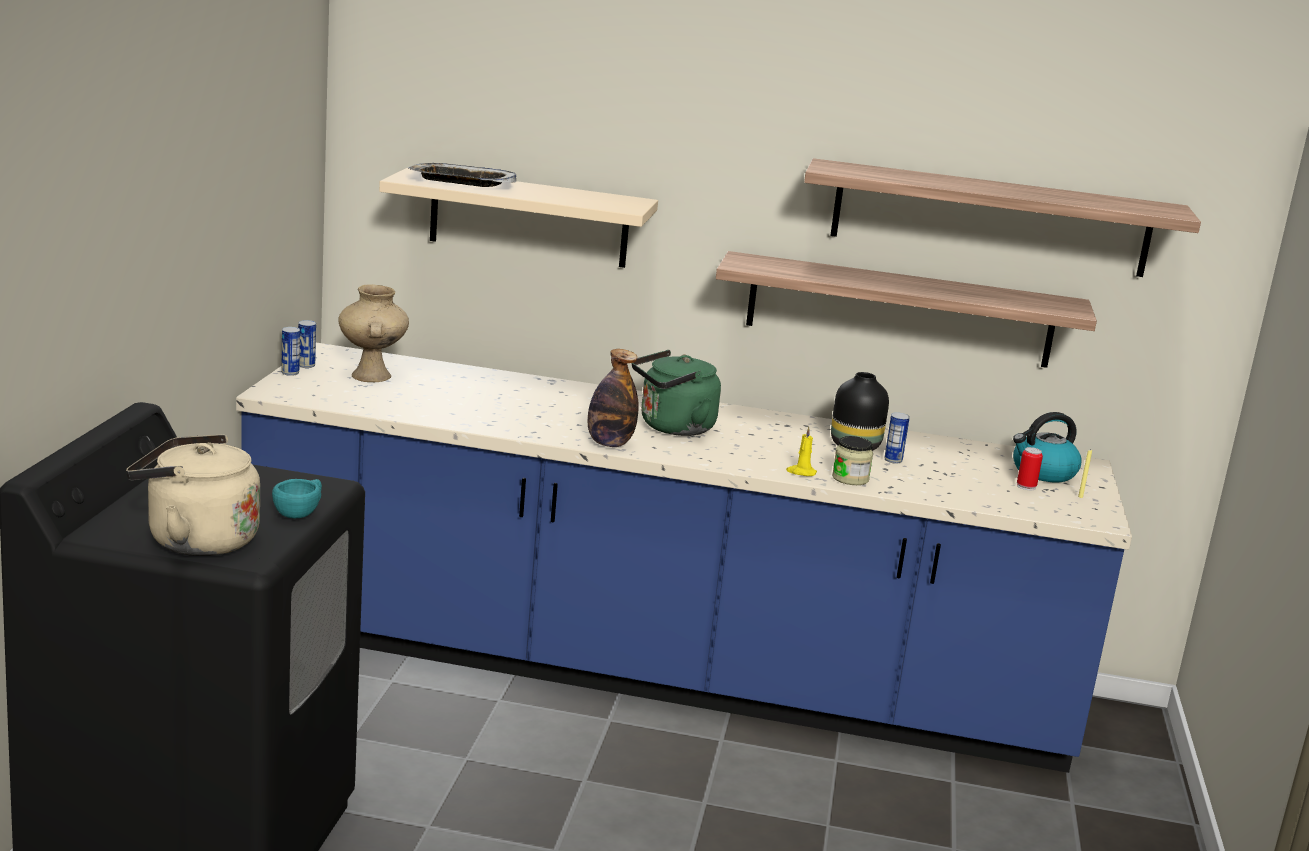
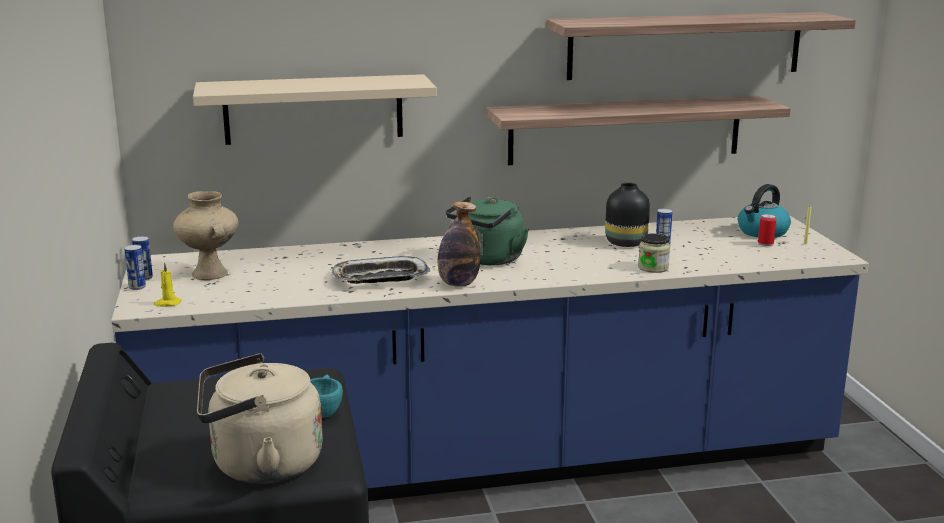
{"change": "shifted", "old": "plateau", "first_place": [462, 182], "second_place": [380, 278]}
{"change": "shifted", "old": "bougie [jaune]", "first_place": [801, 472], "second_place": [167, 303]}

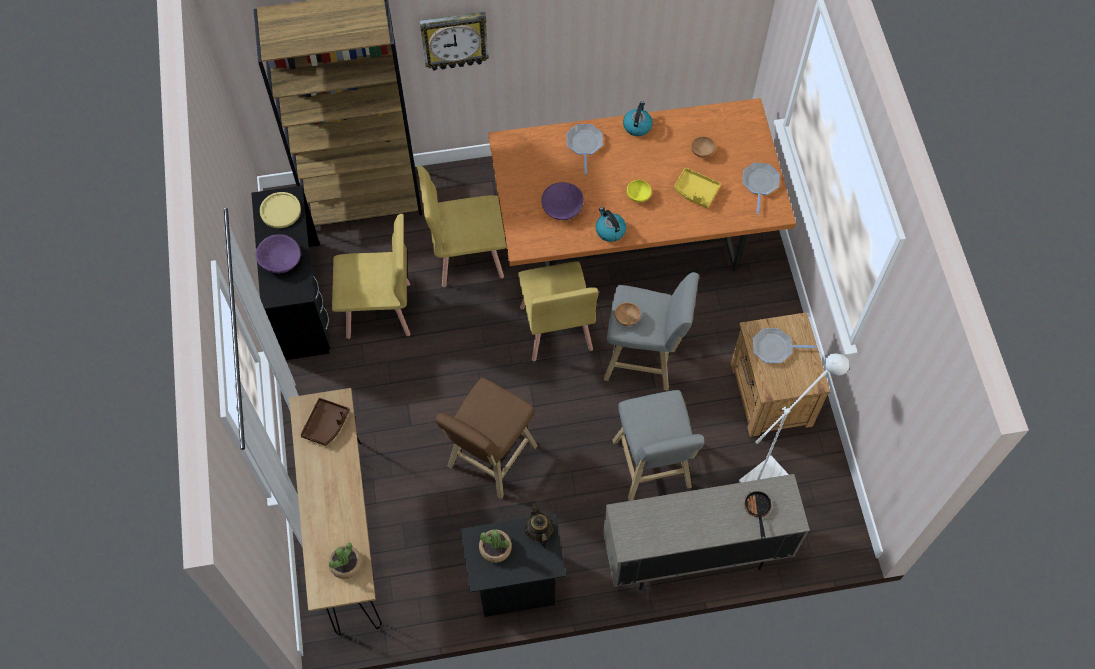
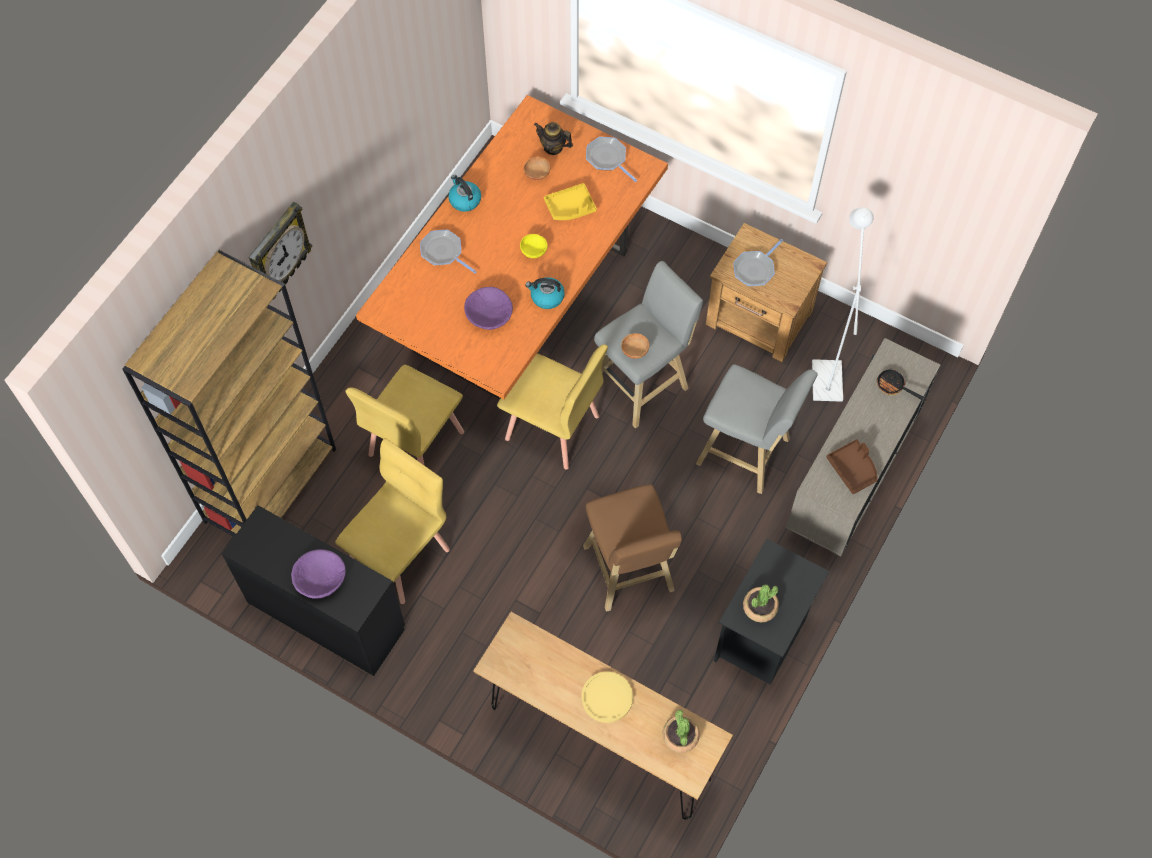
{"change": "shifted", "old": "assiette [jaune]", "first_place": [280, 211], "second_place": [607, 697]}
{"change": "shifted", "old": "plateau [marron]", "first_place": [326, 424], "second_place": [853, 469]}
{"change": "shifted", "old": "théière", "first_place": [539, 532], "second_place": [553, 147]}

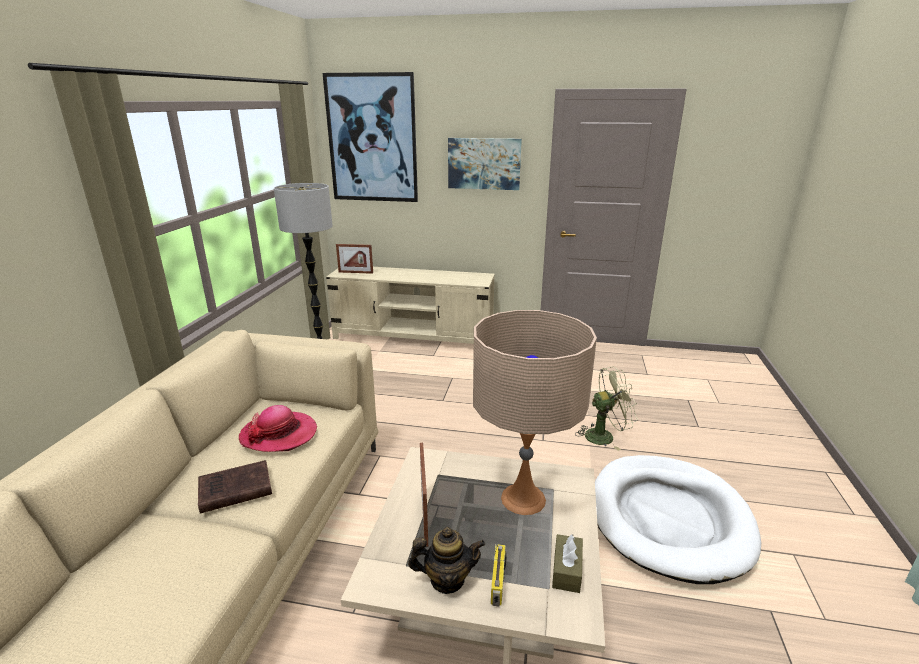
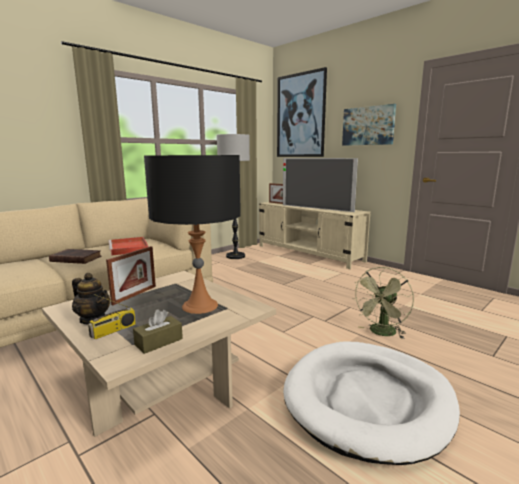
{"change": "repainted", "old": "lampe de table [beige]", "new": "lampe de table [noir]", "first_place": [523, 499], "second_place": [200, 306]}
{"change": "rotated", "old": "ventilateur [vert]", "first_place": [604, 436], "second_place": [381, 333], "degrees": 105}
{"change": "swapped", "old": "chapeau", "new": "plateau [rouge]", "first_place": [279, 434], "second_place": [129, 248]}
{"change": "new", "new": "téléviseur", "second_place": [316, 208]}

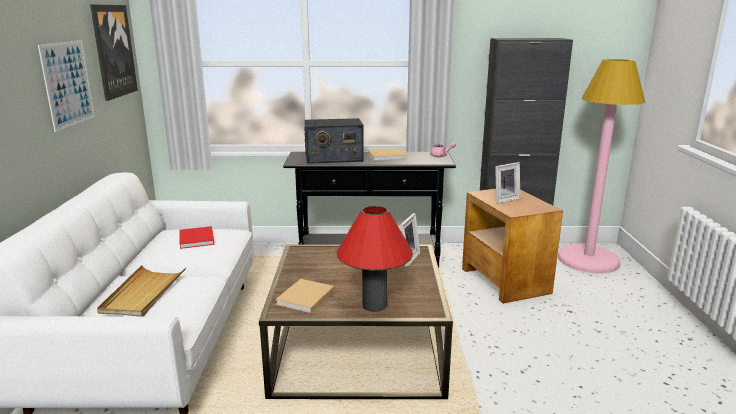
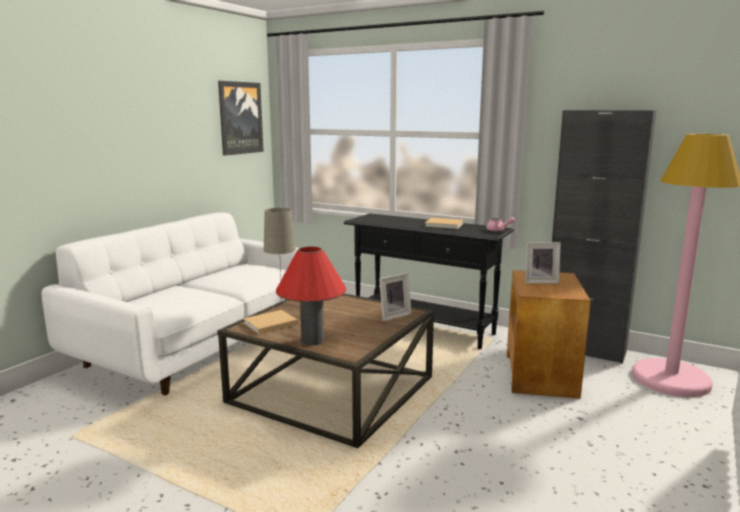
{"change": "gone", "old": "tableau", "first_place": [68, 84]}
{"change": "gone", "old": "radio", "first_place": [333, 158]}
{"change": "gone", "old": "livre [rouge]", "first_place": [196, 239]}
{"change": "gone", "old": "plateau [beige]", "first_place": [143, 293]}
{"change": "new", "new": "lampe de table [beige]", "second_place": [281, 304]}

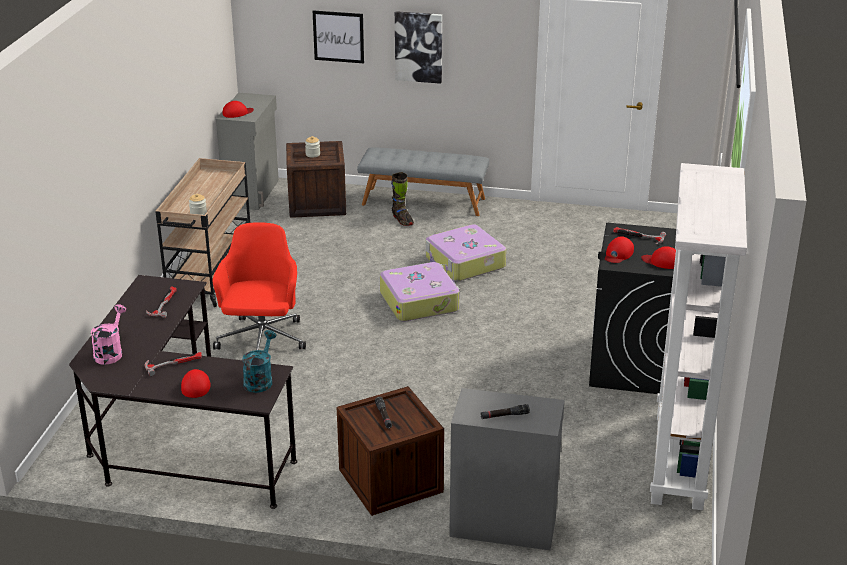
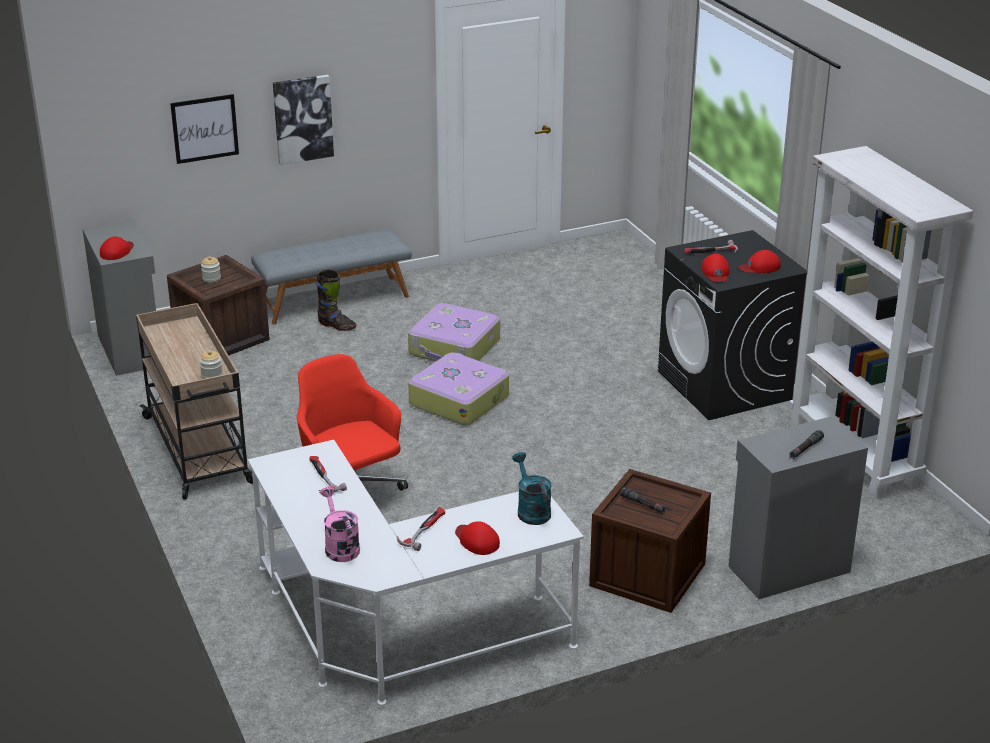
{"change": "repainted", "old": "bureau [noir]", "new": "bureau [blanc]", "first_place": [178, 441], "second_place": [396, 629]}

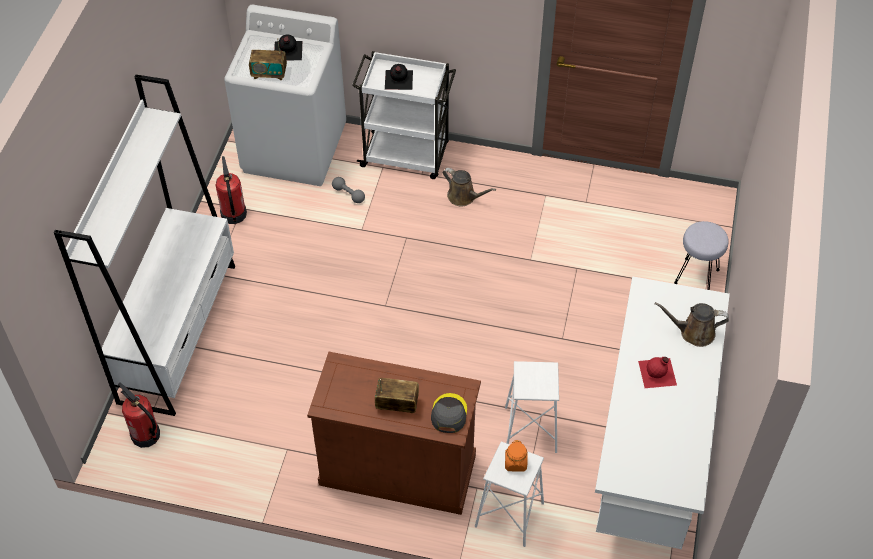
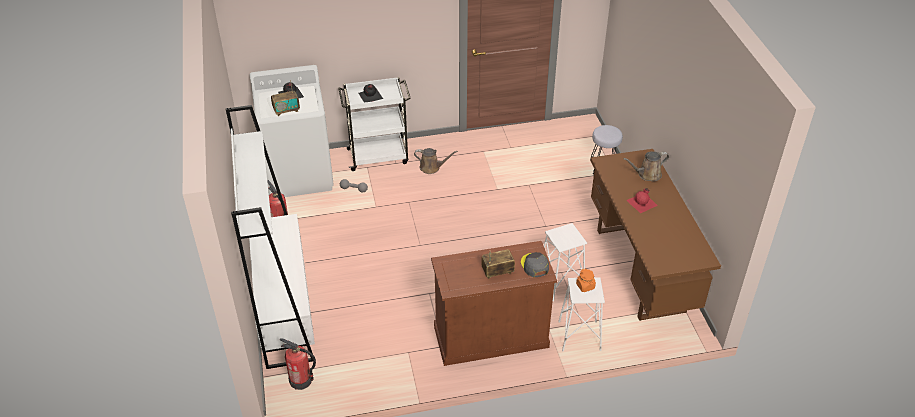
{"change": "repainted", "old": "bureau [blanc]", "new": "bureau [marron]", "first_place": [650, 453], "second_place": [640, 270]}

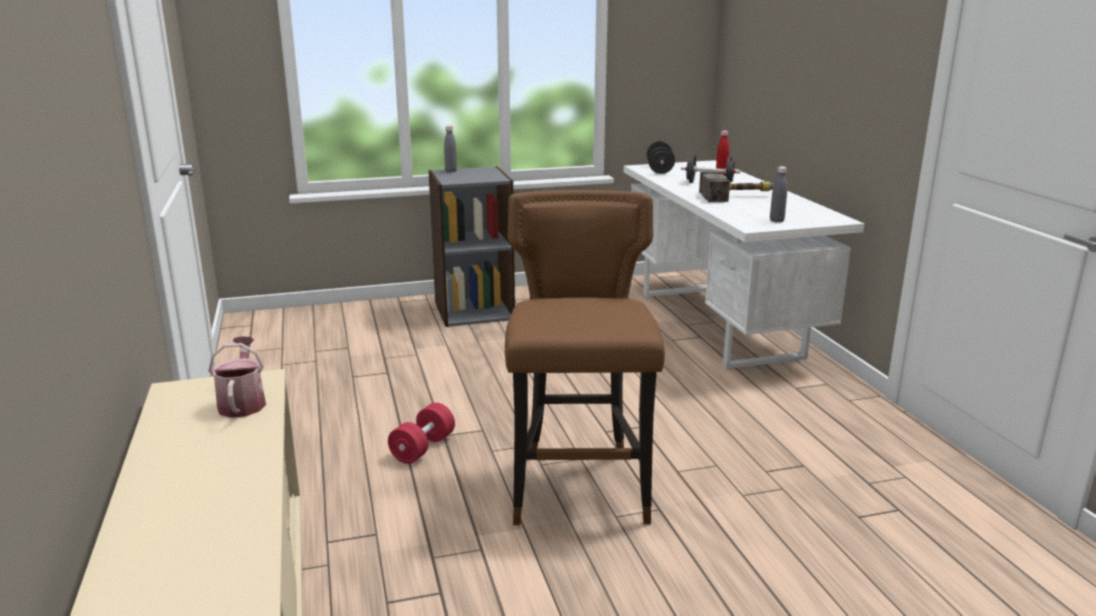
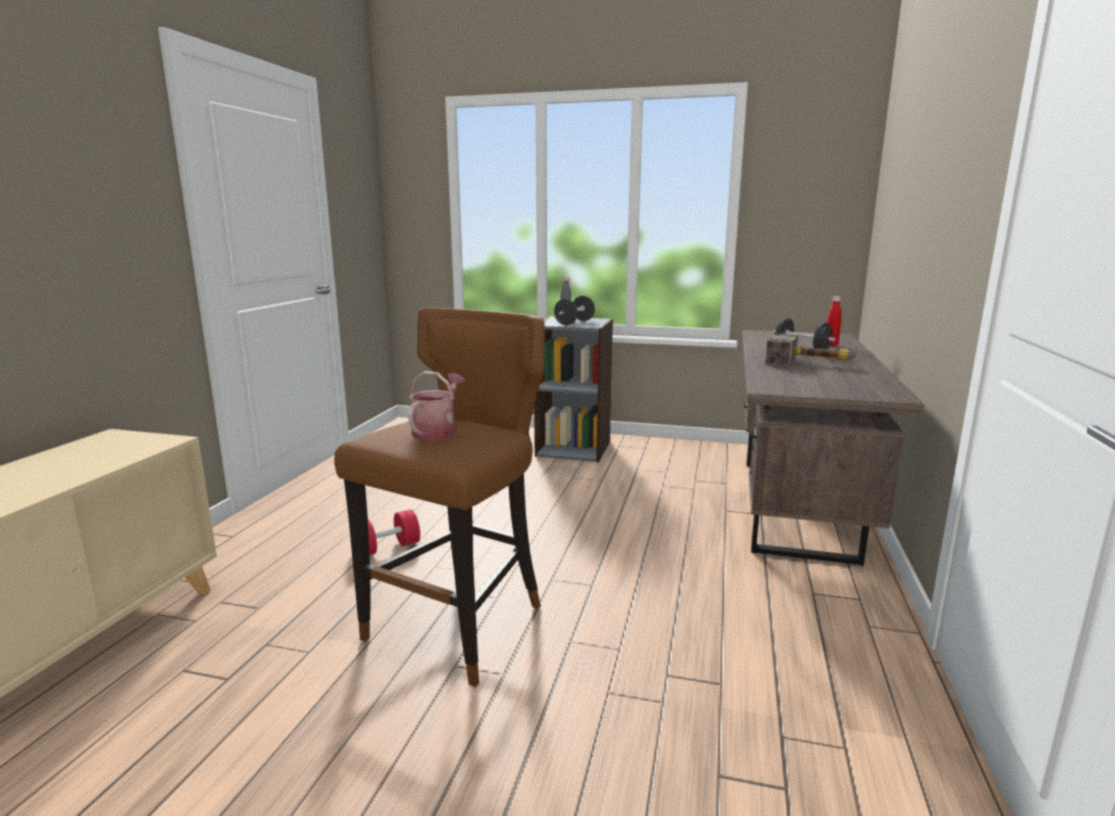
{"change": "shifted", "old": "haltère [noir]", "first_place": [659, 170], "second_place": [574, 322]}
{"change": "repainted", "old": "bureau [blanc]", "new": "bureau [marron]", "first_place": [719, 324], "second_place": [796, 507]}
{"change": "gone", "old": "bouteille [gris]", "first_place": [776, 221]}
{"change": "shifted", "old": "arrosoir", "first_place": [242, 402], "second_place": [437, 431]}

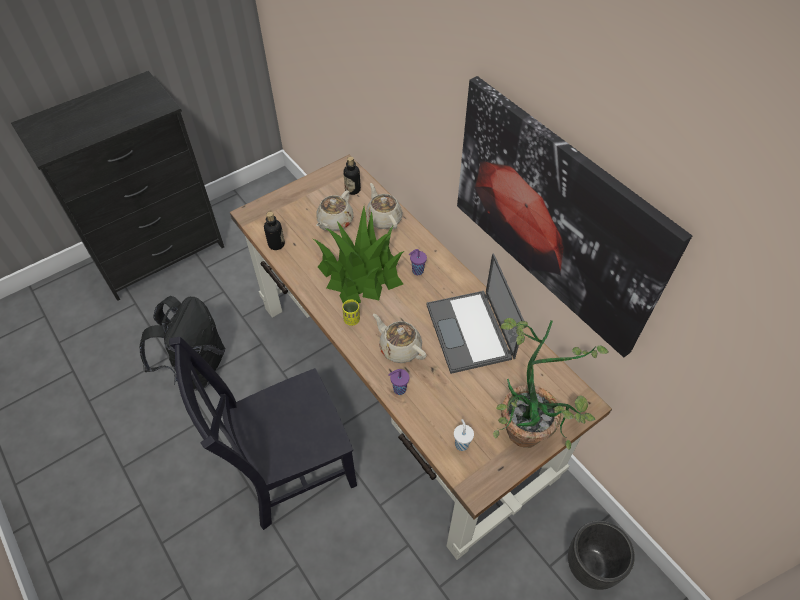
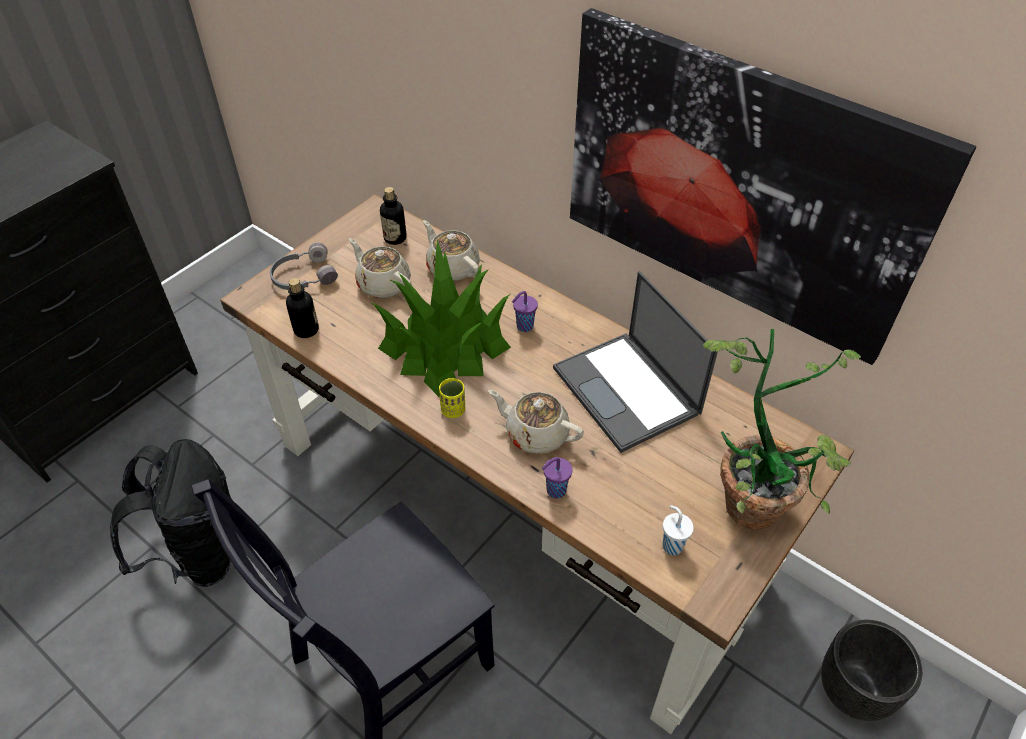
{"change": "rotated", "old": "théière [beige]", "first_place": [334, 221], "second_place": [383, 284], "degrees": 120}
{"change": "new", "new": "casque audio [gris]", "second_place": [303, 276]}

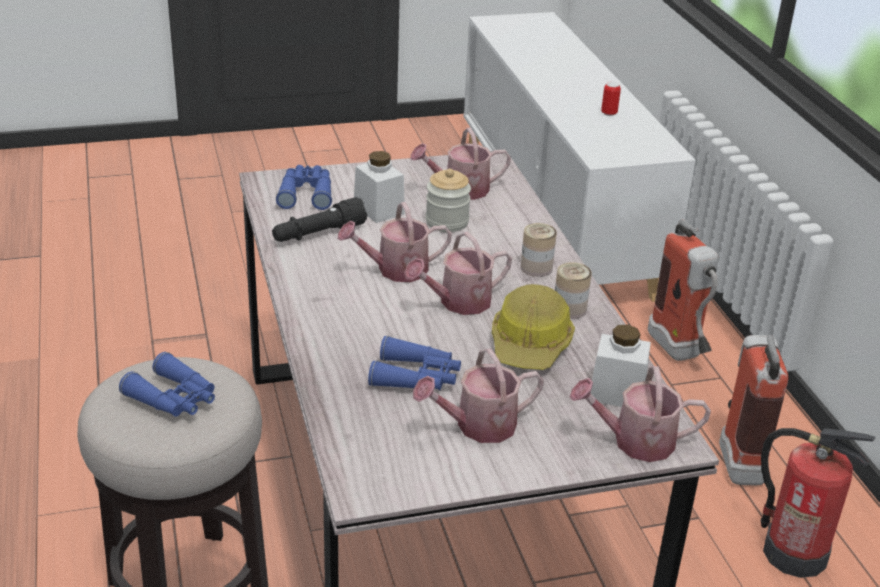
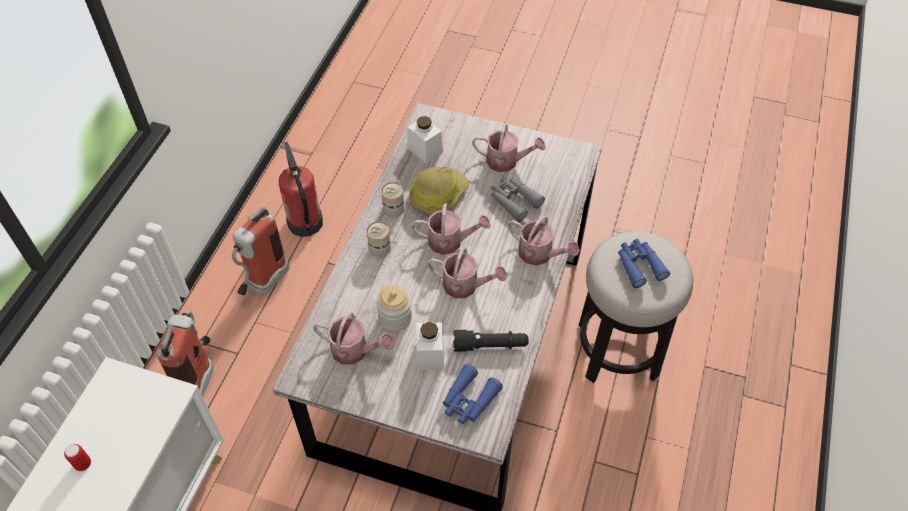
{"change": "repainted", "old": "jumelles [bleu]", "new": "jumelles [gris]", "first_place": [416, 377], "second_place": [514, 201]}
{"change": "shifted", "old": "arrosoir", "first_place": [635, 441], "second_place": [539, 254]}

